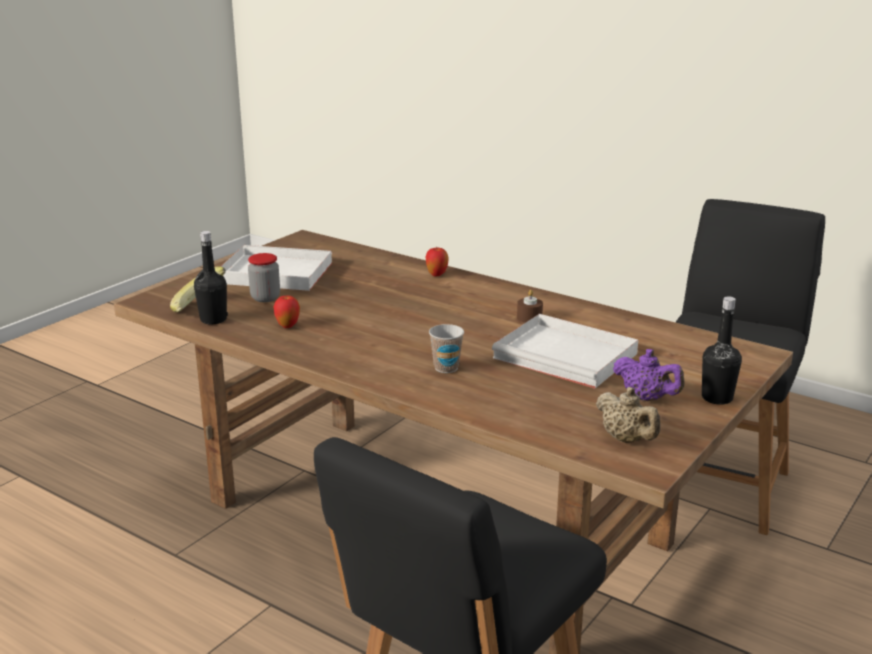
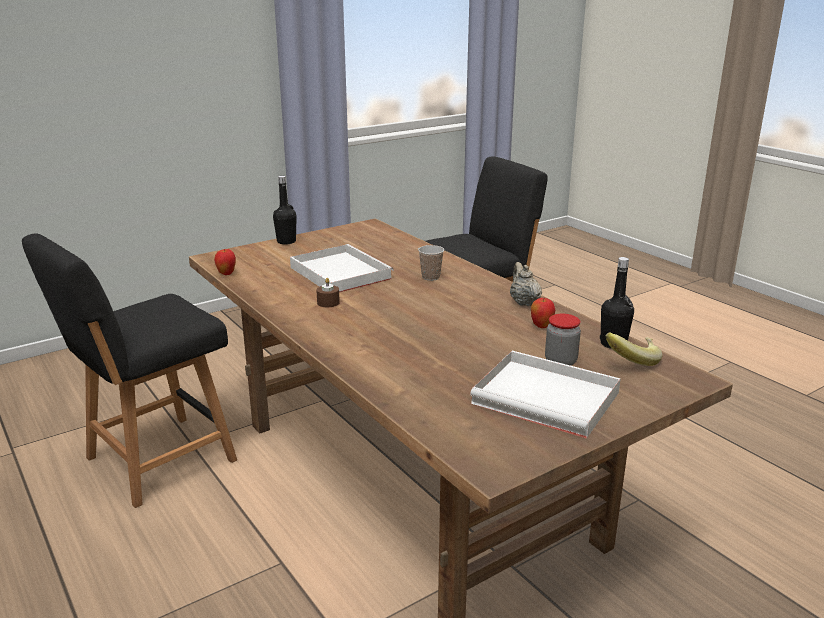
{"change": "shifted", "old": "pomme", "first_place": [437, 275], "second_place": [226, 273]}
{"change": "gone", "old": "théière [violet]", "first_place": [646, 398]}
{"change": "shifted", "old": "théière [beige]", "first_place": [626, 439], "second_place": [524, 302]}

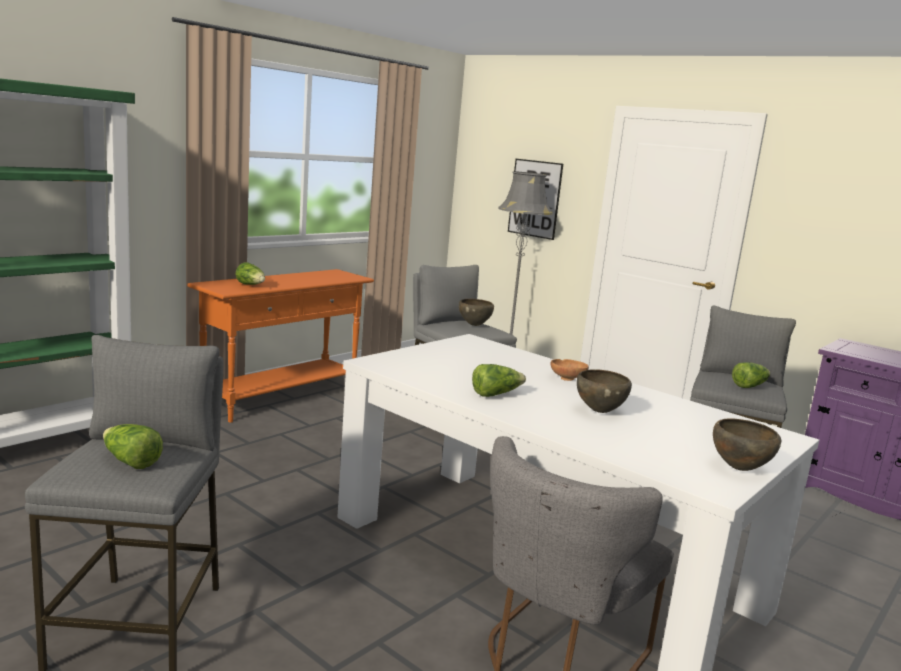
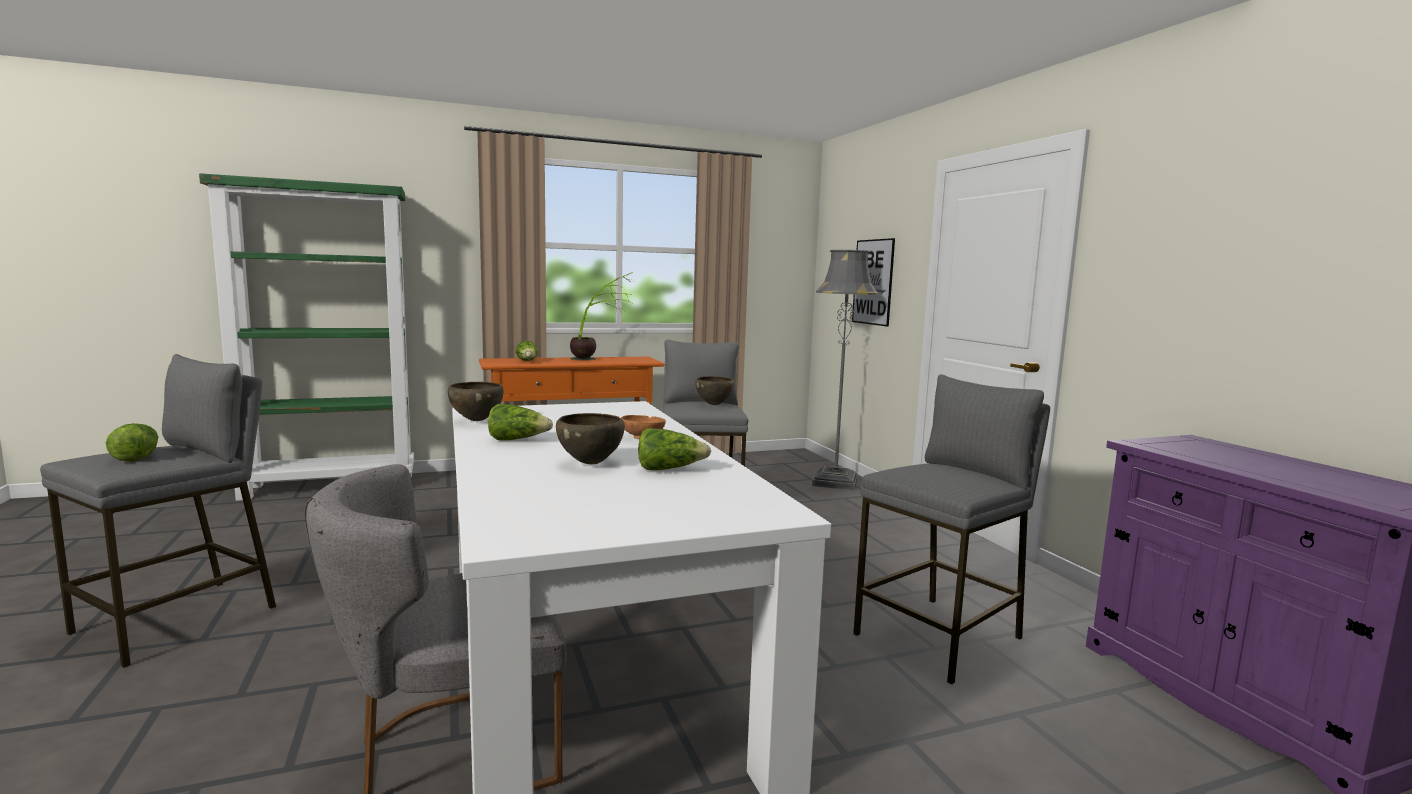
{"change": "shifted", "old": "laitue", "first_place": [749, 386], "second_place": [669, 469]}
{"change": "shifted", "old": "bol [marron]", "first_place": [738, 468], "second_place": [476, 420]}
{"change": "new", "new": "plante en pot", "second_place": [598, 359]}

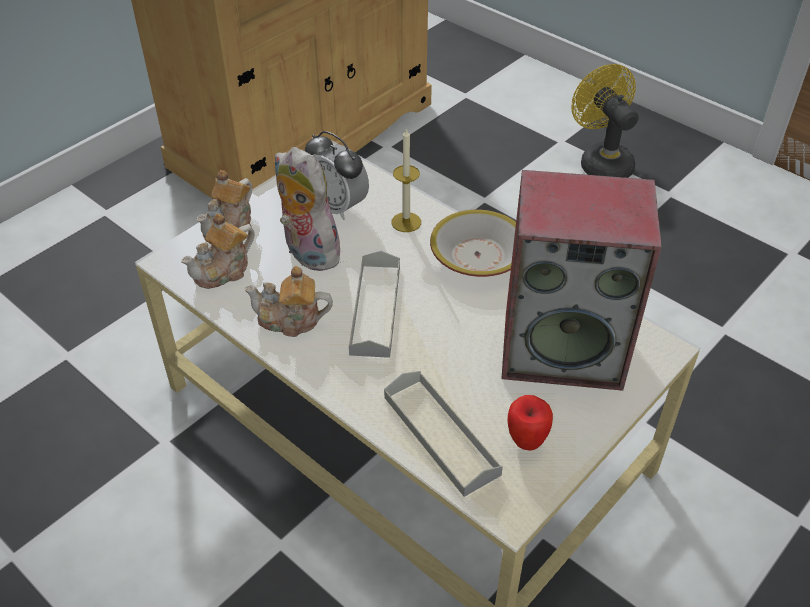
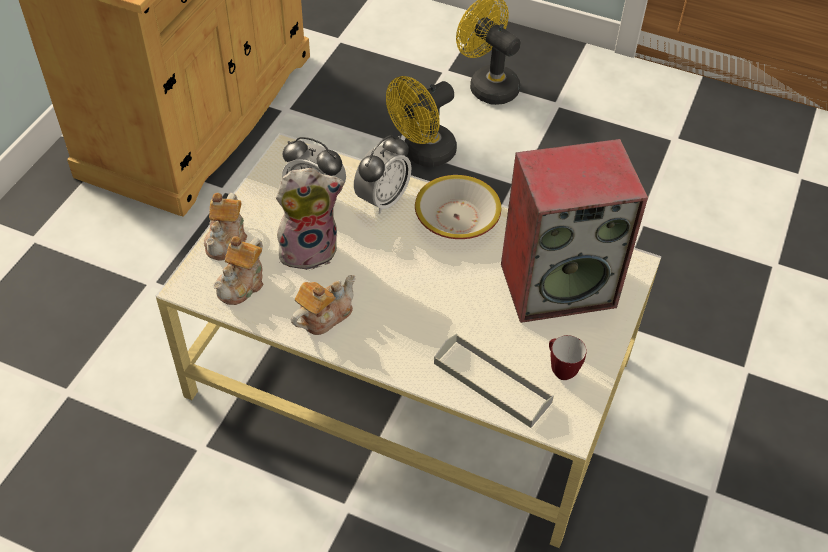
{"change": "swapped", "old": "bougie", "new": "réveil", "first_place": [406, 222], "second_place": [382, 200]}
{"change": "rotated", "old": "peluche", "first_place": [307, 253], "second_place": [309, 249], "degrees": 135}
{"change": "gone", "old": "plateau [gris]", "first_place": [375, 309]}
{"change": "rotated", "old": "théière", "first_place": [290, 320], "second_place": [324, 316], "degrees": 150}
{"change": "swapped", "old": "pomme", "new": "mug", "first_place": [526, 441], "second_place": [560, 370]}
{"change": "new", "new": "ventilateur [jaune]", "second_place": [423, 154]}

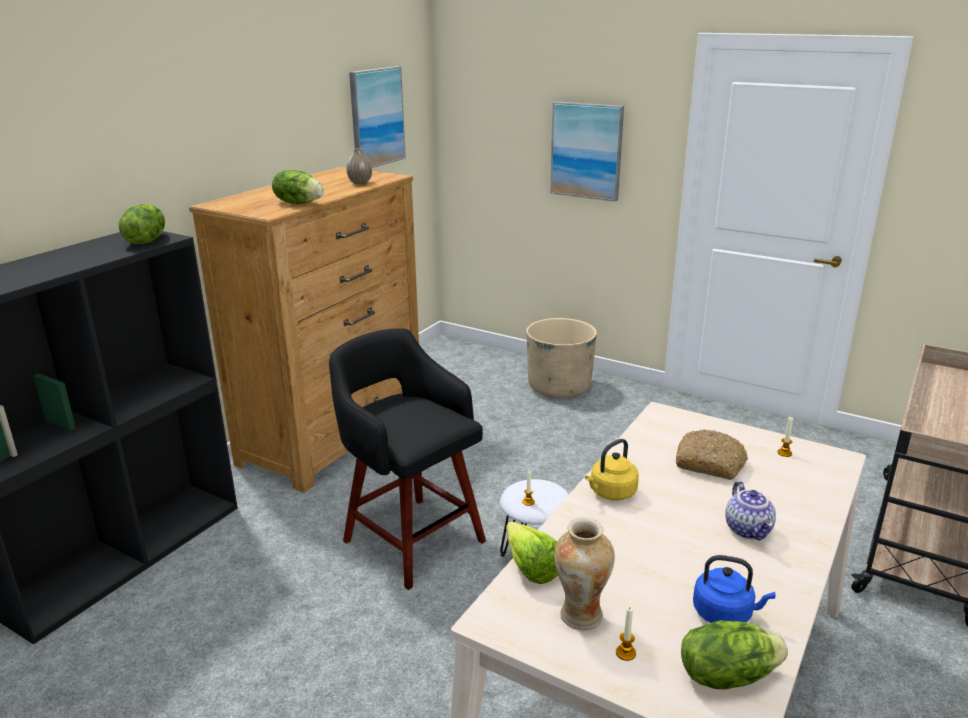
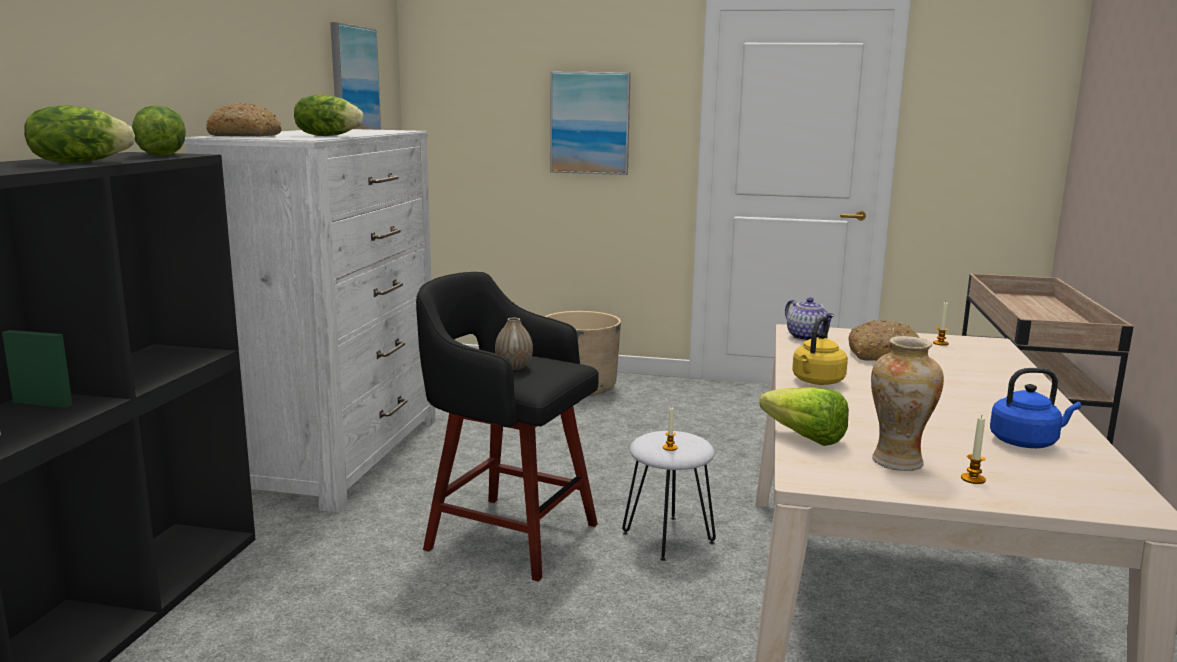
{"change": "shifted", "old": "vase", "first_place": [360, 183], "second_place": [514, 367]}
{"change": "repainted", "old": "commode [marron]", "new": "commode [blanc]", "first_place": [334, 435], "second_place": [341, 455]}
{"change": "shifted", "old": "théière", "first_place": [749, 530], "second_place": [808, 338]}
{"change": "shifted", "old": "laitue", "first_place": [726, 675], "second_place": [79, 162]}
{"change": "new", "new": "pain", "second_place": [246, 135]}

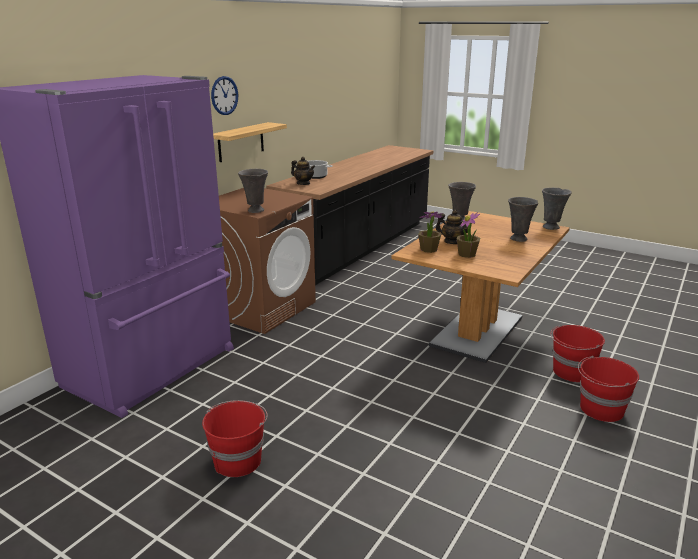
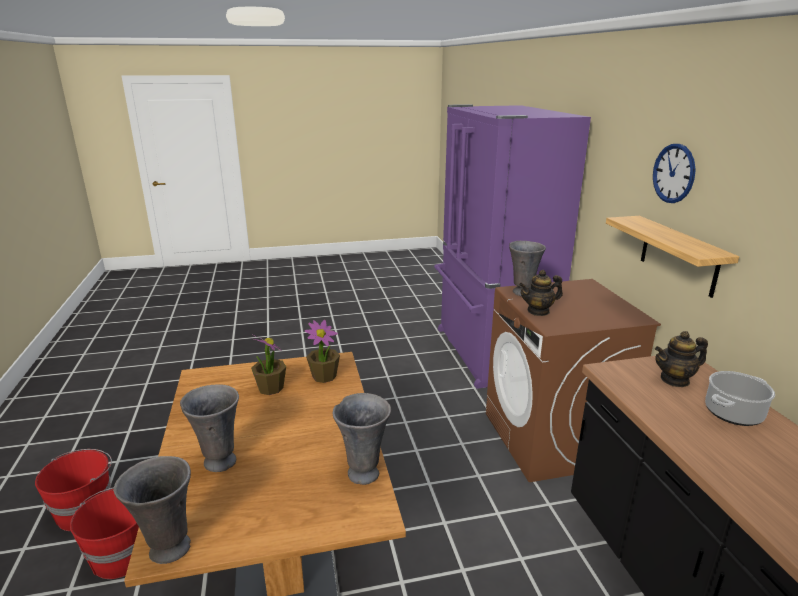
{"change": "shifted", "old": "théière", "first_place": [452, 242], "second_place": [538, 311]}
{"change": "gone", "old": "seau [rouge]", "first_place": [238, 460]}

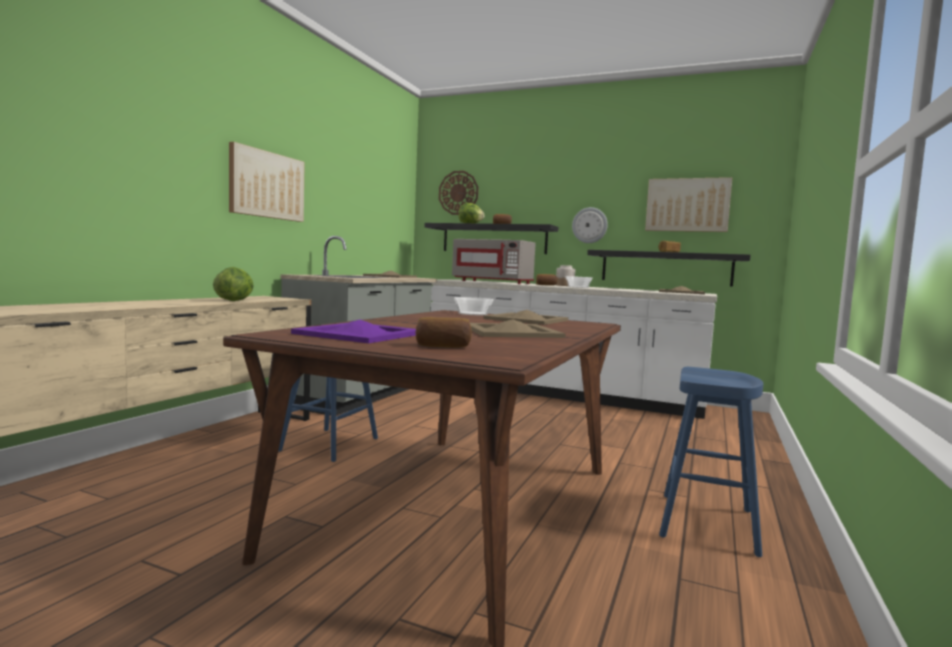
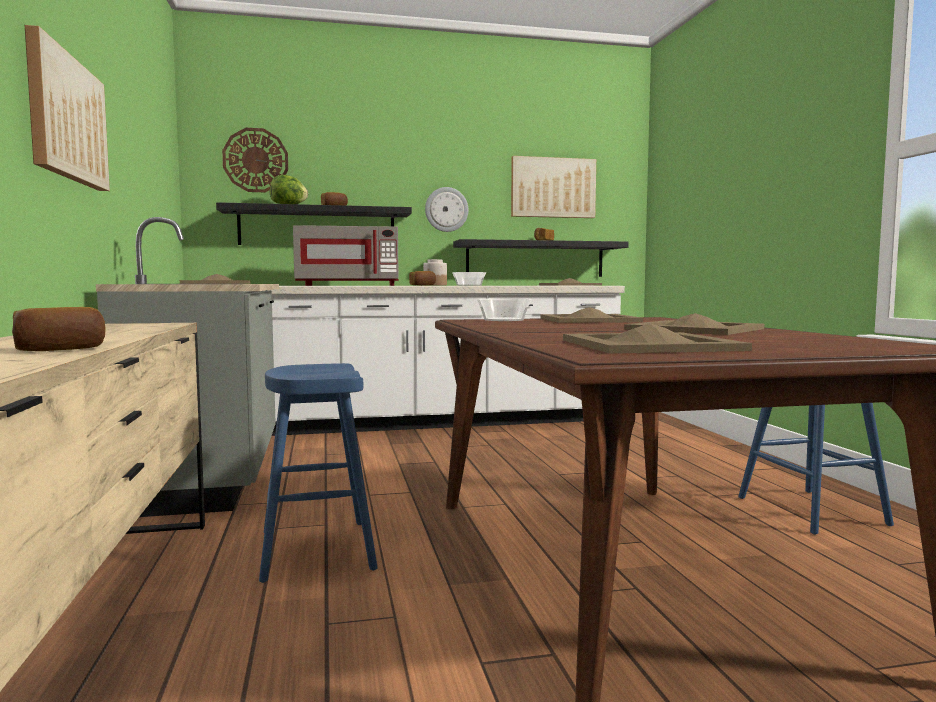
{"change": "gone", "old": "laitue", "first_place": [234, 301]}
{"change": "shifted", "old": "pain", "first_place": [442, 346], "second_place": [60, 349]}
{"change": "repainted", "old": "plateau [violet]", "new": "plateau [beige]", "first_place": [359, 334], "second_place": [651, 345]}

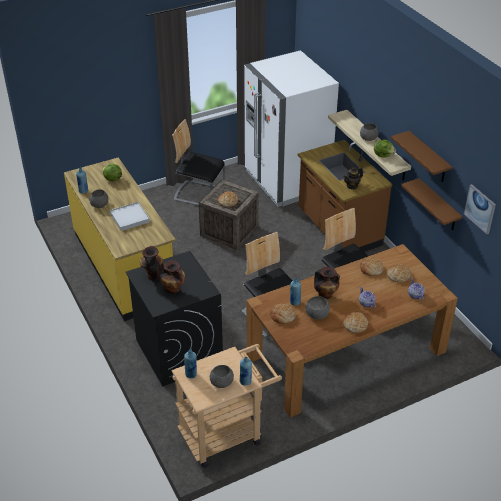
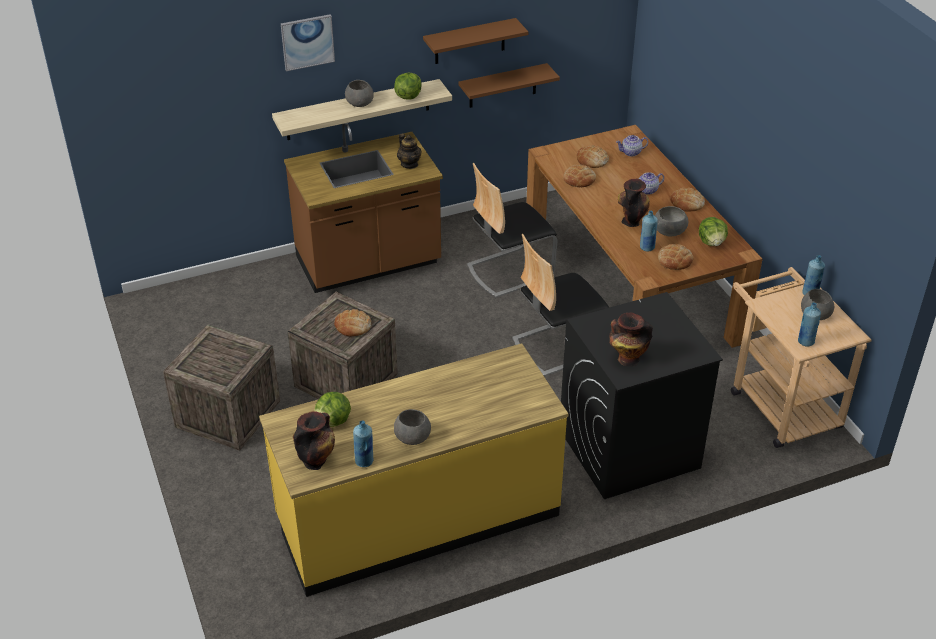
{"change": "gone", "old": "réfrigérateur [blanc]", "first_place": [286, 181]}
{"change": "swapped", "old": "chaise", "new": "caisse", "first_place": [199, 193], "second_place": [228, 414]}
{"change": "shifted", "old": "tableau", "first_place": [480, 209], "second_place": [307, 42]}
{"change": "gone", "old": "plateau [blanc]", "first_place": [130, 217]}
{"change": "shifted", "old": "vase", "first_place": [173, 289], "second_place": [315, 460]}
{"change": "new", "new": "laitue", "second_place": [712, 242]}

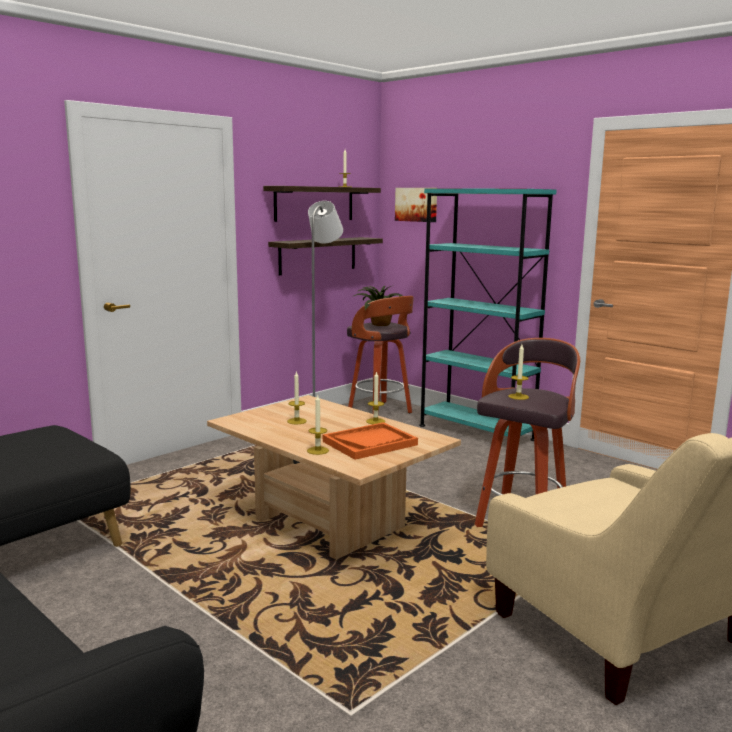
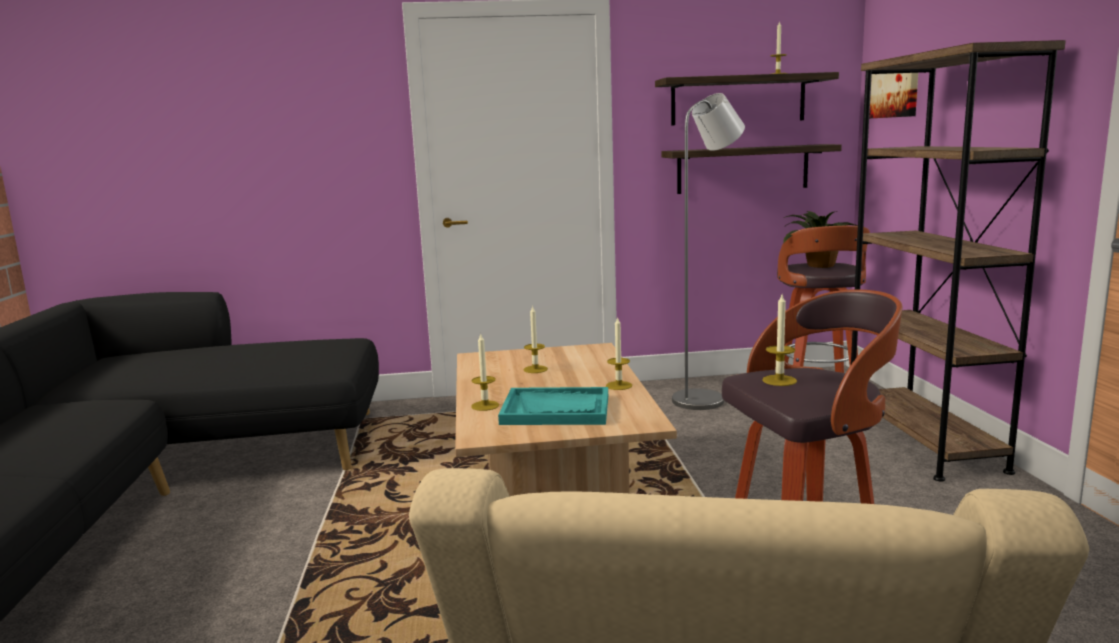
{"change": "repainted", "old": "bibliothèque [turquoise]", "new": "bibliothèque [marron]", "first_place": [476, 432], "second_place": [922, 441]}
{"change": "repainted", "old": "plateau [orange]", "new": "plateau [turquoise]", "first_place": [370, 443], "second_place": [556, 410]}

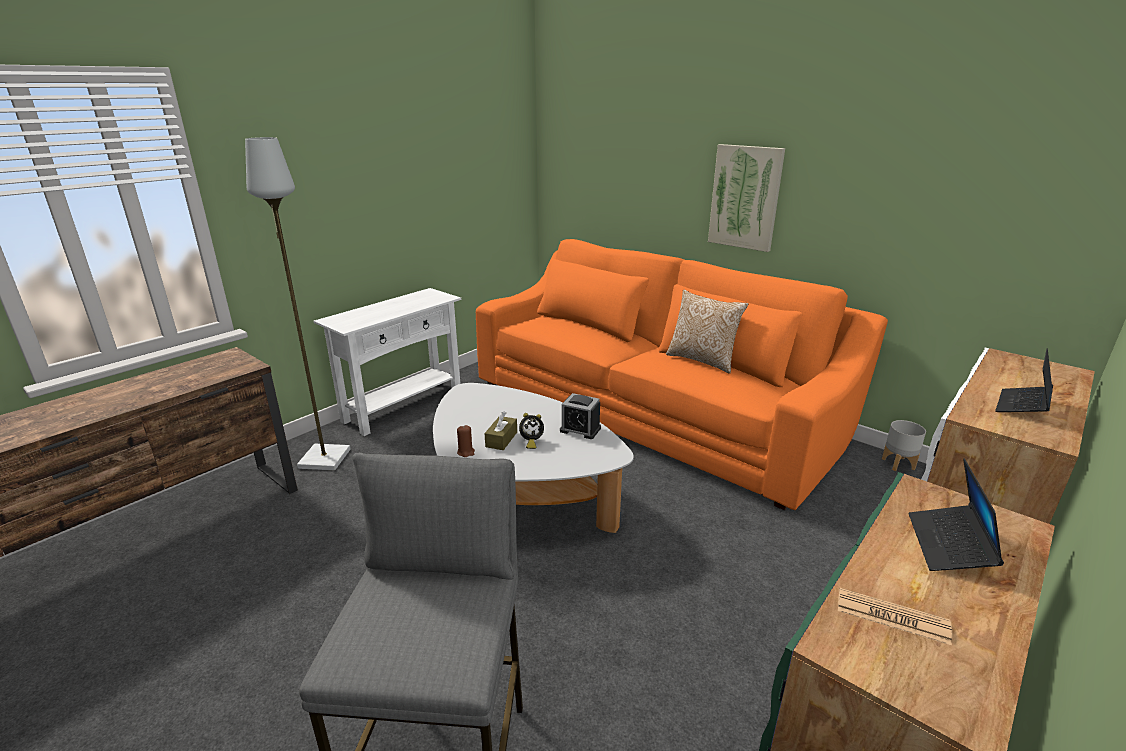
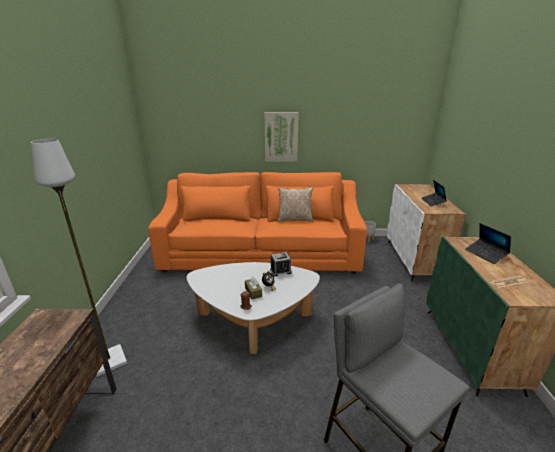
{"change": "gone", "old": "table console [blanc]", "first_place": [403, 406]}

